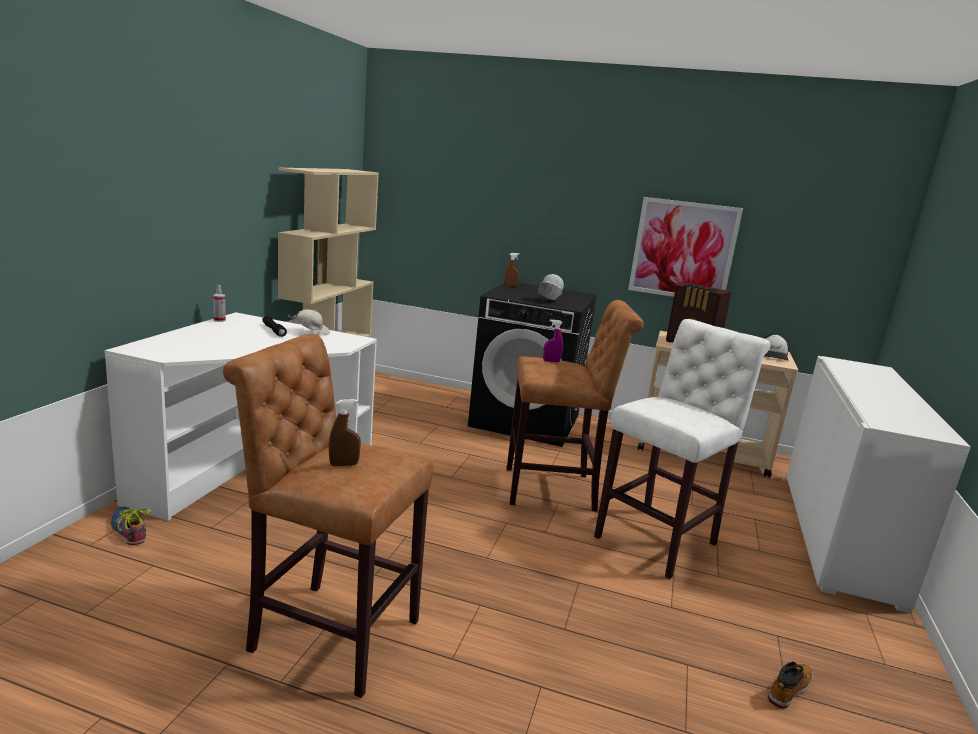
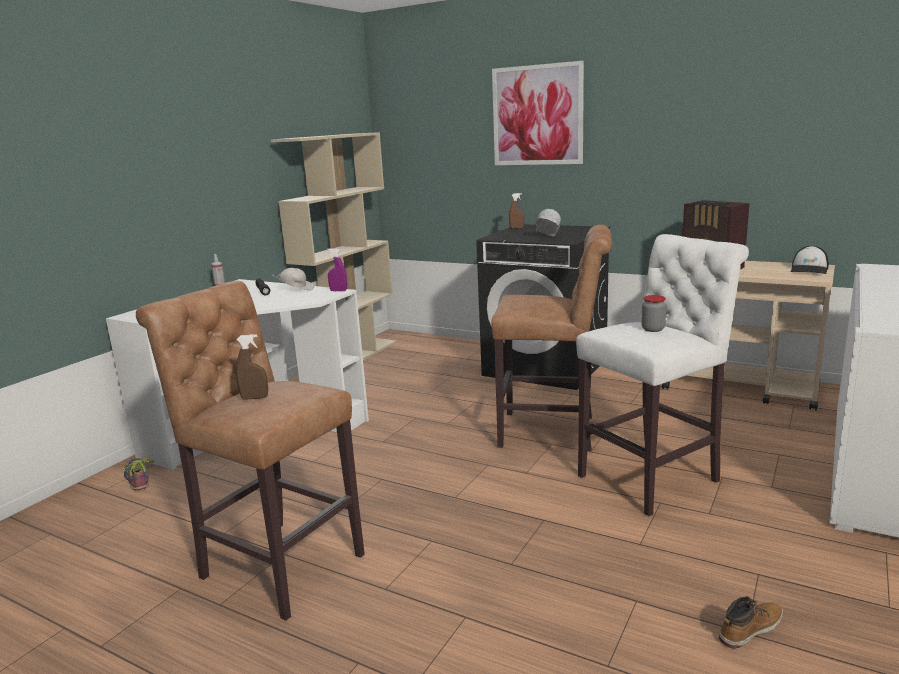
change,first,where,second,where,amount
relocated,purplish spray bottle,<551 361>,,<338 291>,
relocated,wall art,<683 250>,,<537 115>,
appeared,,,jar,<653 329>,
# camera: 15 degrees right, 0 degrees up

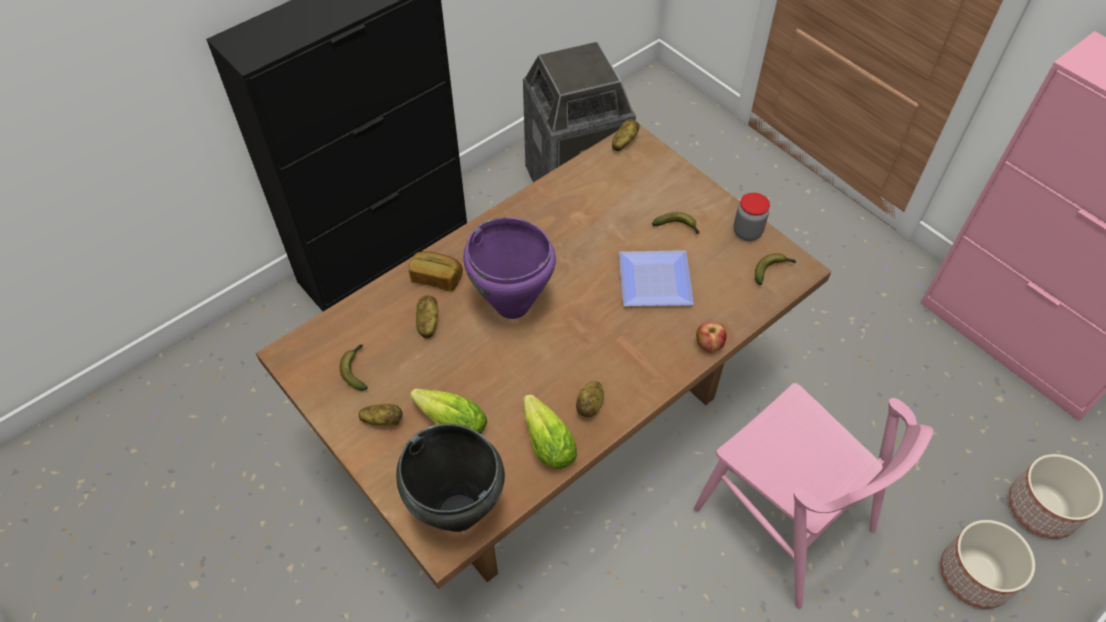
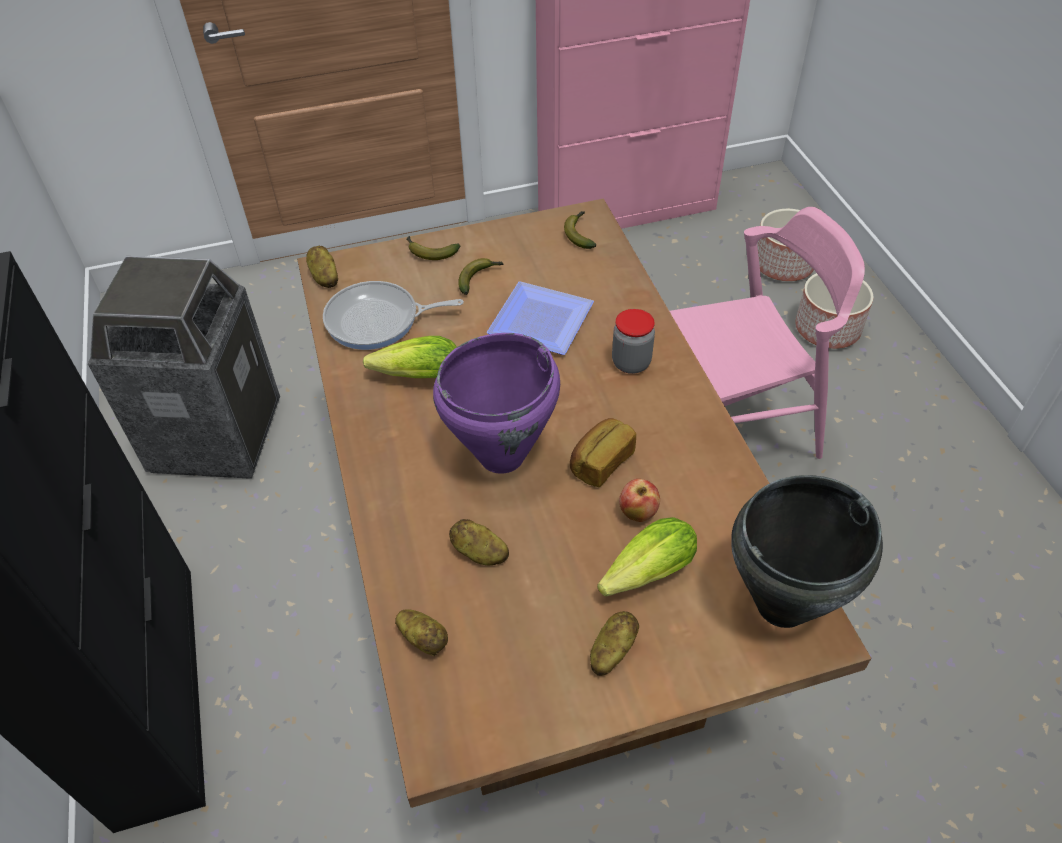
change,first,where,second,where,amount
appeared,,,pan,<378 321>,
relocated,lettuce,<546 439>,,<413 376>,
relocated,whole potato,<590 405>,,<424 638>,
relocated,whole banana,<356 369>,,<429 252>,
relocated,bread,<437 277>,,<600 462>,
relocated,jar,<747 232>,,<631 363>,
relocated,whole apple,<709 345>,,<637 513>,
# camera: 65 degrees left, 5 degrees down

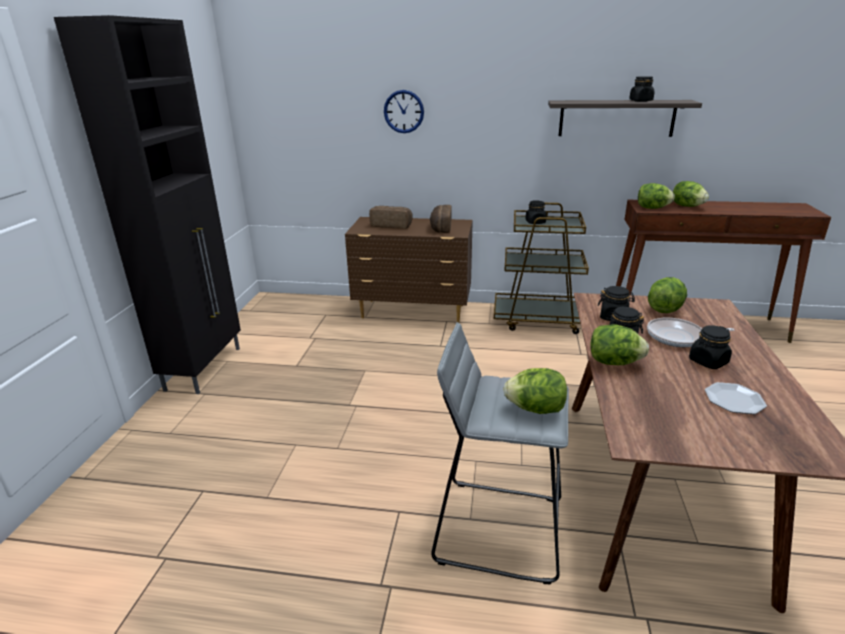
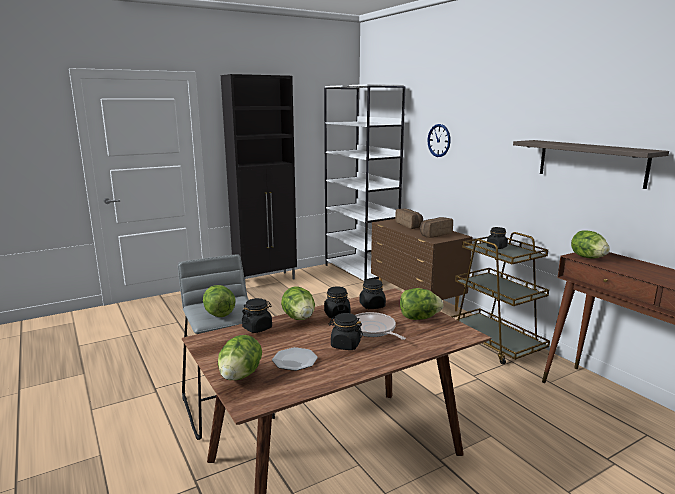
change,first,where,second,where,amount
relocated,lettuce,<687 206>,,<240 376>,
relocated,black-coloured jar,<640 101>,,<257 328>,
appeared,,,white-coloured bookcase,<360 272>,
# camera: 50 degrees right, 10 degrees down

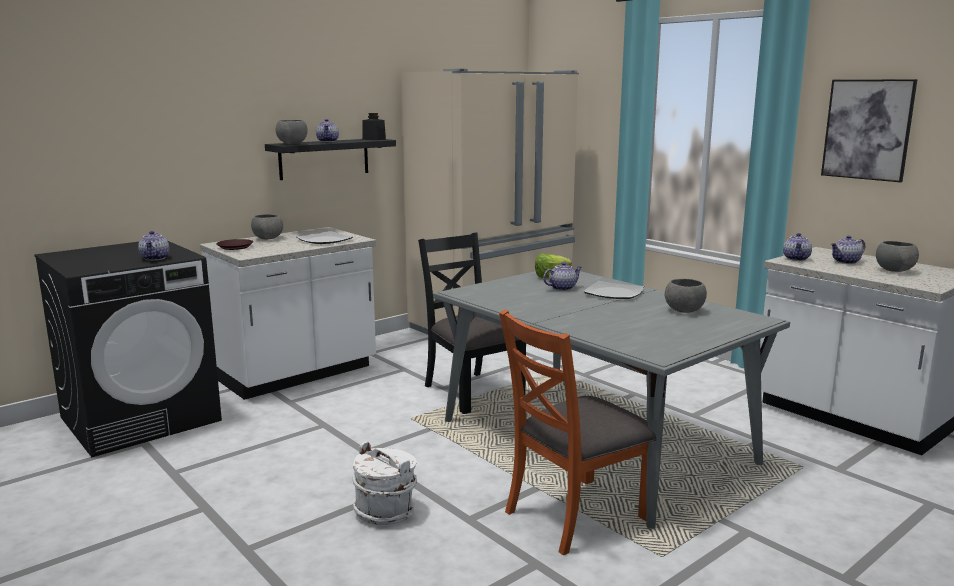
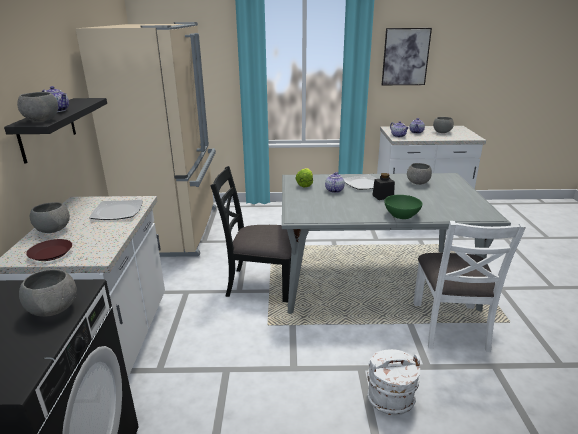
change,first,where,second,where,amount
exchanged,pot for tea,<155 258>,gray bowl,<53 309>,
relocated,black-coloured jar,<374 139>,,<383 196>,
appeared,,,green-coloured bowl,<402 215>,
colour,orange plain chair,<576 514>,white-coloured plain chair,<450 326>,
# camera: 50 degrees left, 10 degrees up

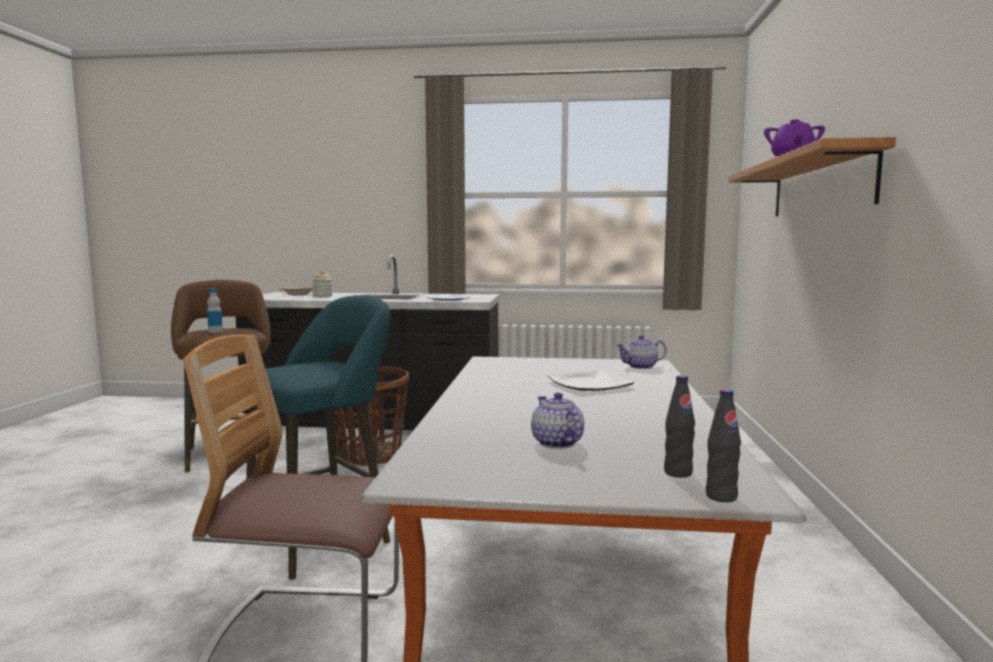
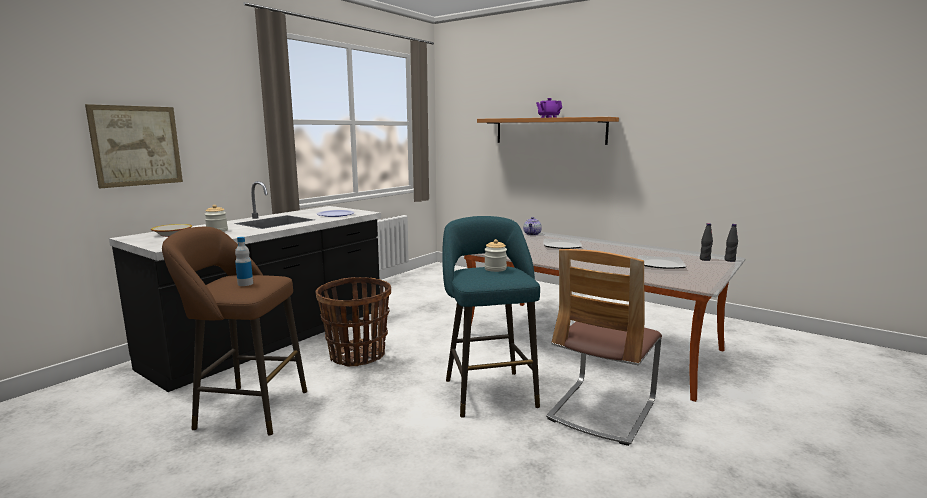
change,first,where,second,where,amount
appeared,,,wall art,<136 146>,
appeared,,,jar,<495 269>,
exchanged,pot for tea,<556 443>,flat dish,<661 264>,
# camera: 60 degrees left, 5 degrees up

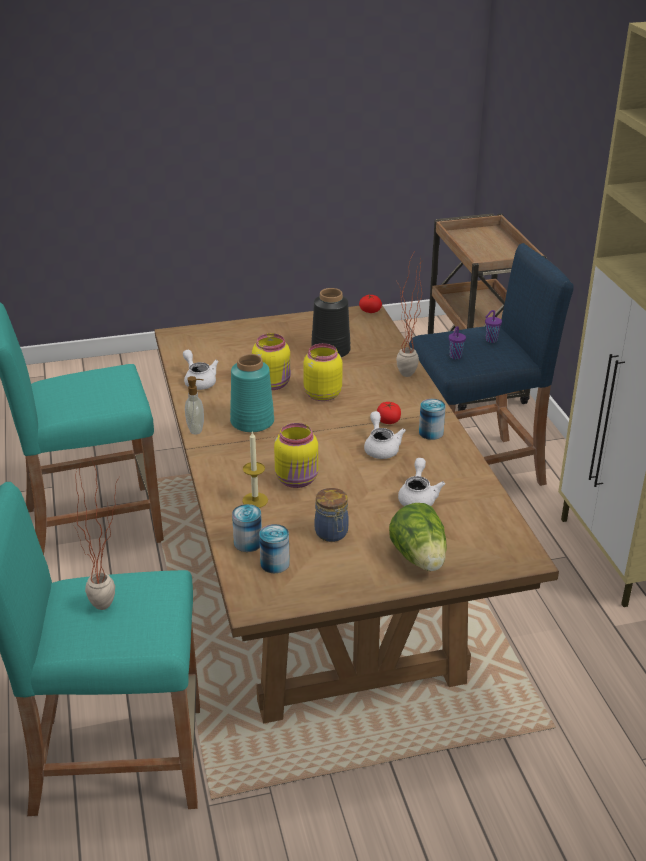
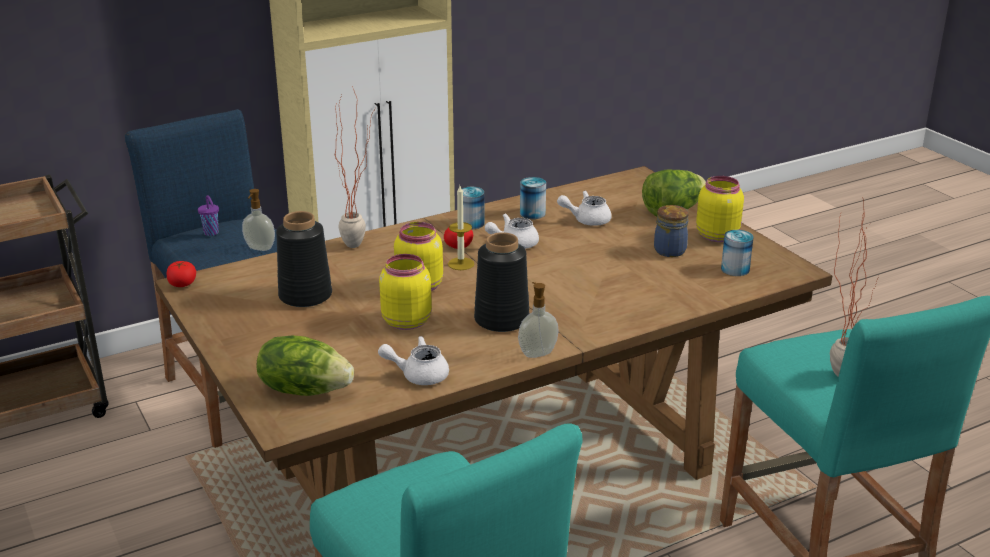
change,first,where,second,where,amount
exchanged,purplish small cup,<455 357>,liquid soap bottle,<259 248>,
appeared,,,lettuce,<304 389>,
spun,white-coloured pot for tea,<199 381>,,<418 375>,45 degrees clockwise
relocated,wax candle,<255 500>,,<461 264>,
colour,turquoise-coloured flower vase,<252 422>,black-coloured flower vase,<502 319>,
relocated,metal can,<248 543>,,<532 213>,
relocated,yellow jar,<298 480>,,<717 235>,
# camera: 105 degrees left, 5 degrees down

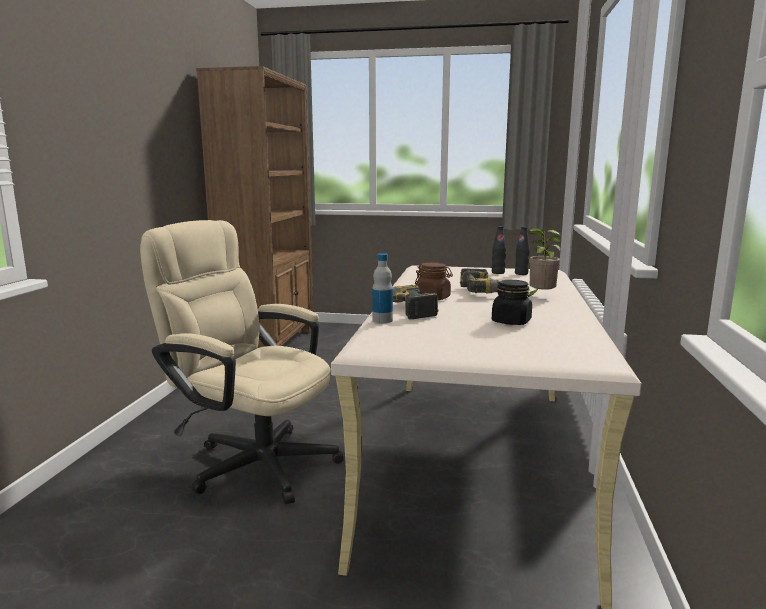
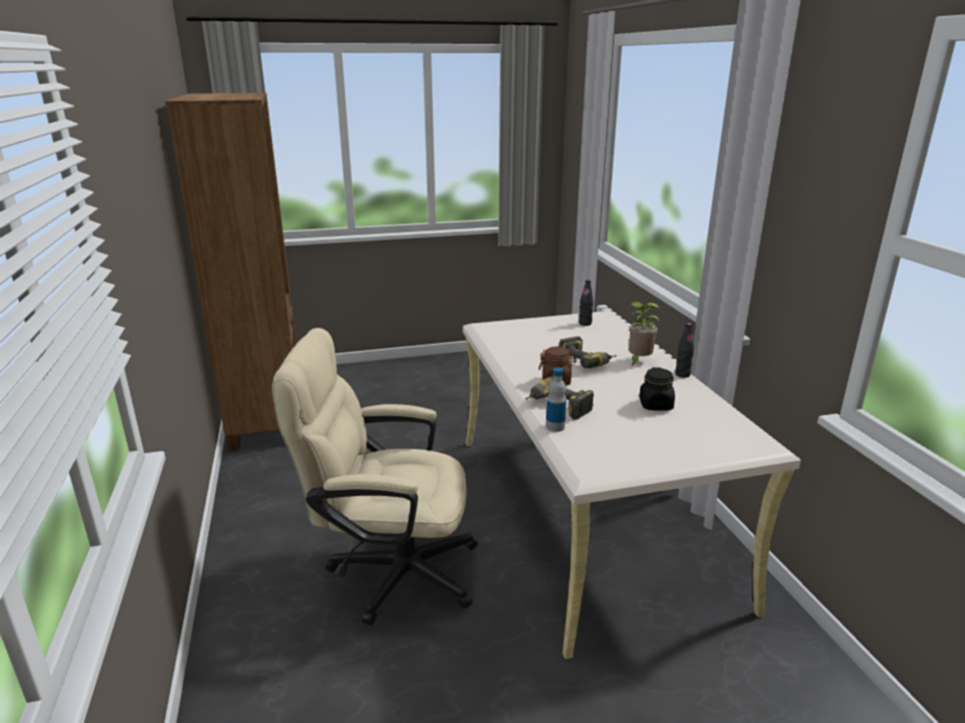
change,first,where,second,where,amount
relocated,black-coloured beverage bottle,<498 273>,,<682 374>,
# camera: 25 degrees left, 10 degrees up

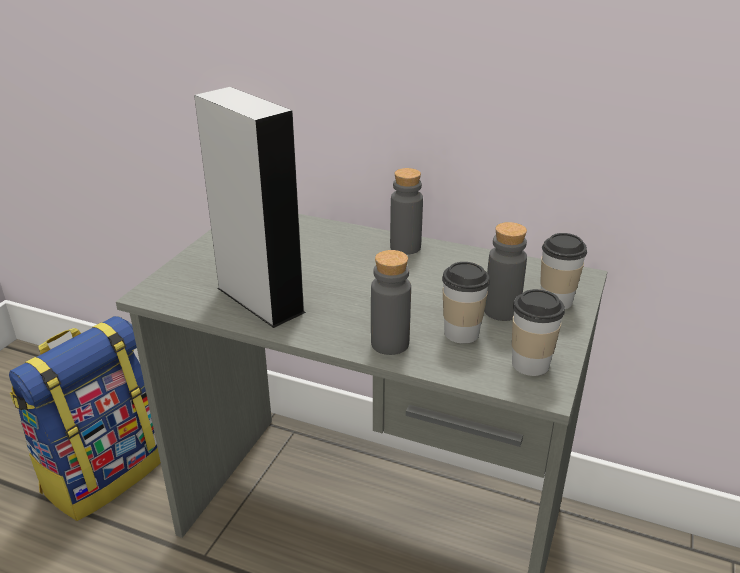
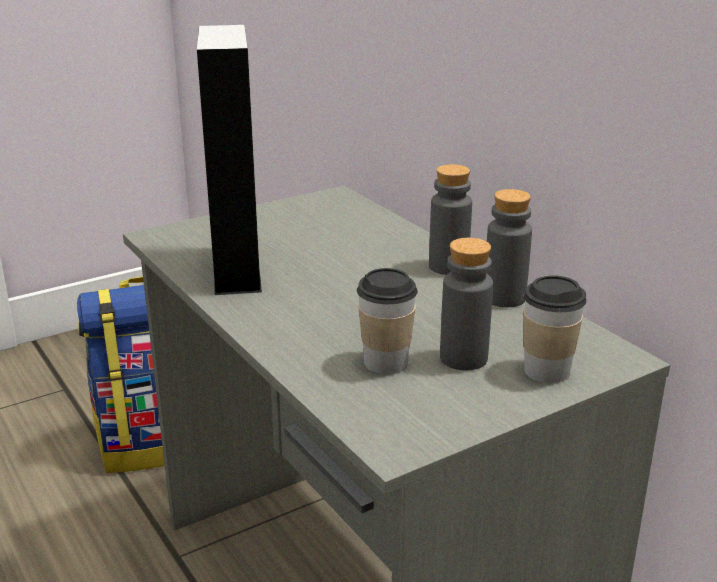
change,first,where,second,where,amount
relocated,gray beverage bottle,<390 343>,,<504 298>,
missing,small cup,<530 364>,,,
# camera: 35 degrees right, 5 degrees down

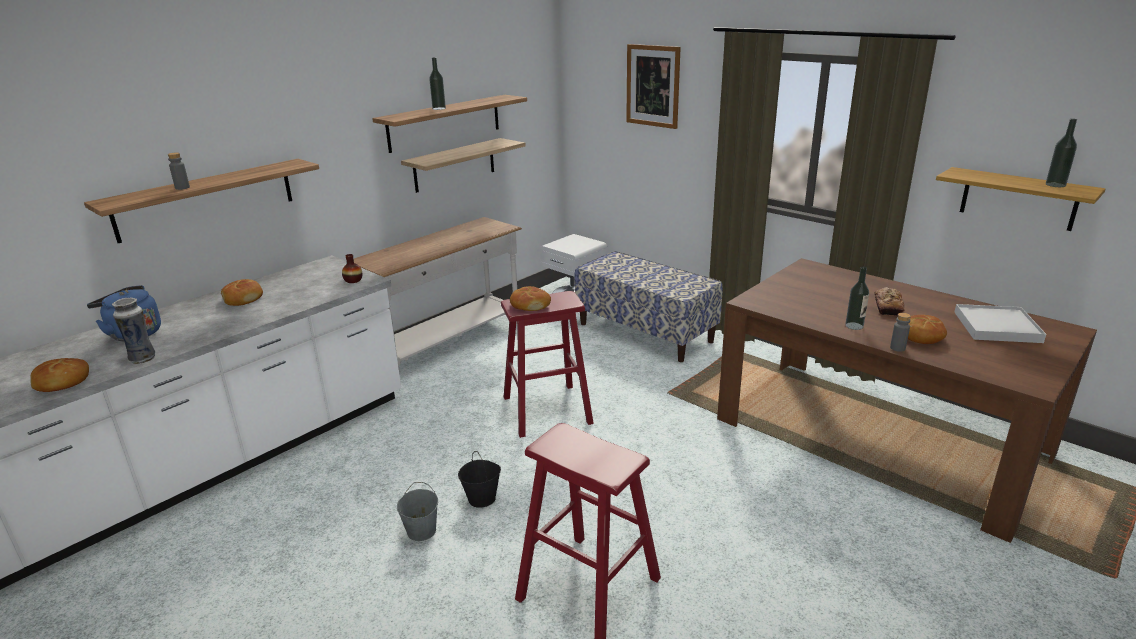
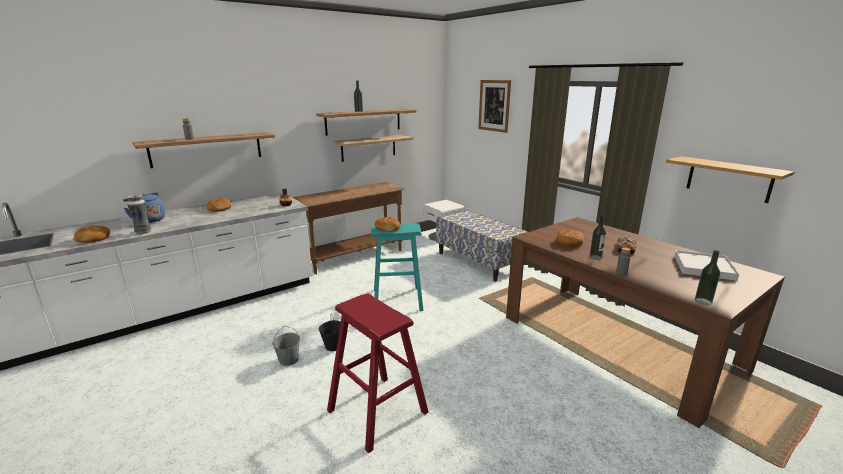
change,first,where,second,where,amount
colour,white-coloured narrow table,<449 345>,brown narrow table,<354 257>,
colour,red-coloured stool seat,<547 410>,turquoise-coloured stool seat,<397 299>,
relocated,bread,<920 336>,,<569 242>,
relocated,beverage bottle,<1055 185>,,<703 301>,
# camera: 10 degrees right, 5 degrees down

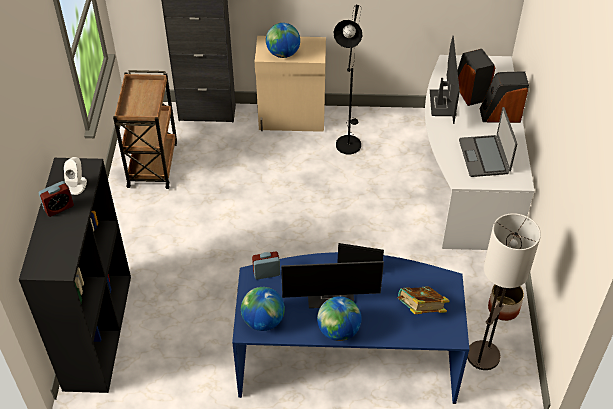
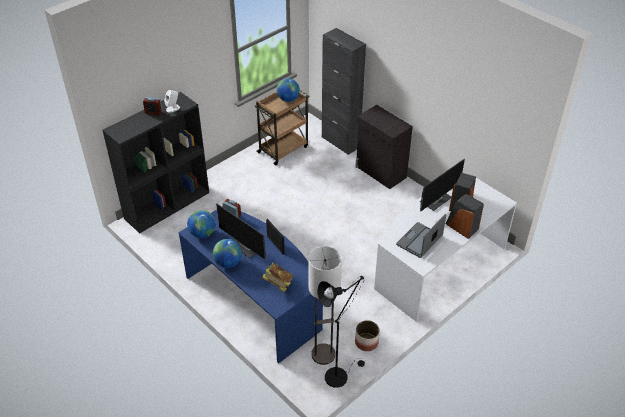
change,first,where,second,where,amount
relocated,globe,<283 54>,,<288 99>,
relocated,black-coloured floor lamp,<348 141>,,<339 374>,
colour,sand-coloured storage cabinet,<292 119>,black-coloured storage cabinet,<380 172>,
# camera: 45 degrees right, 5 degrees down

